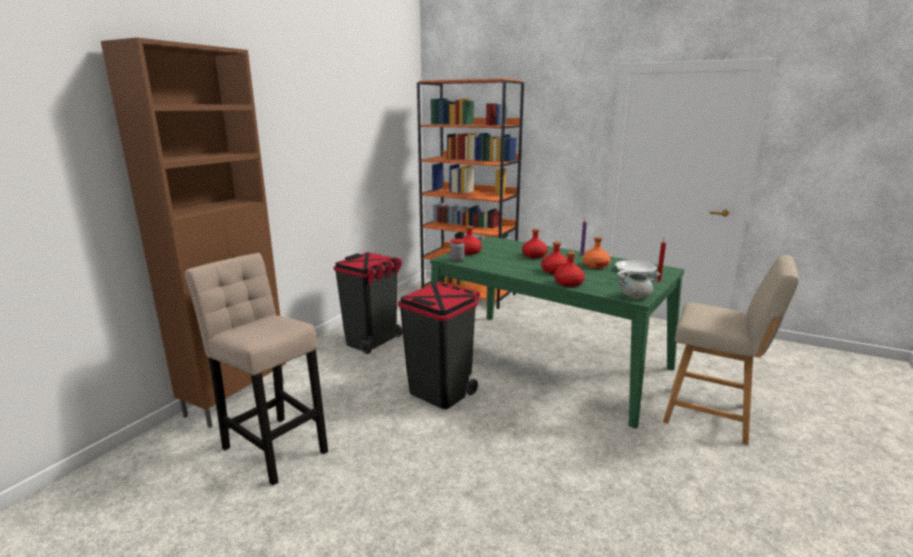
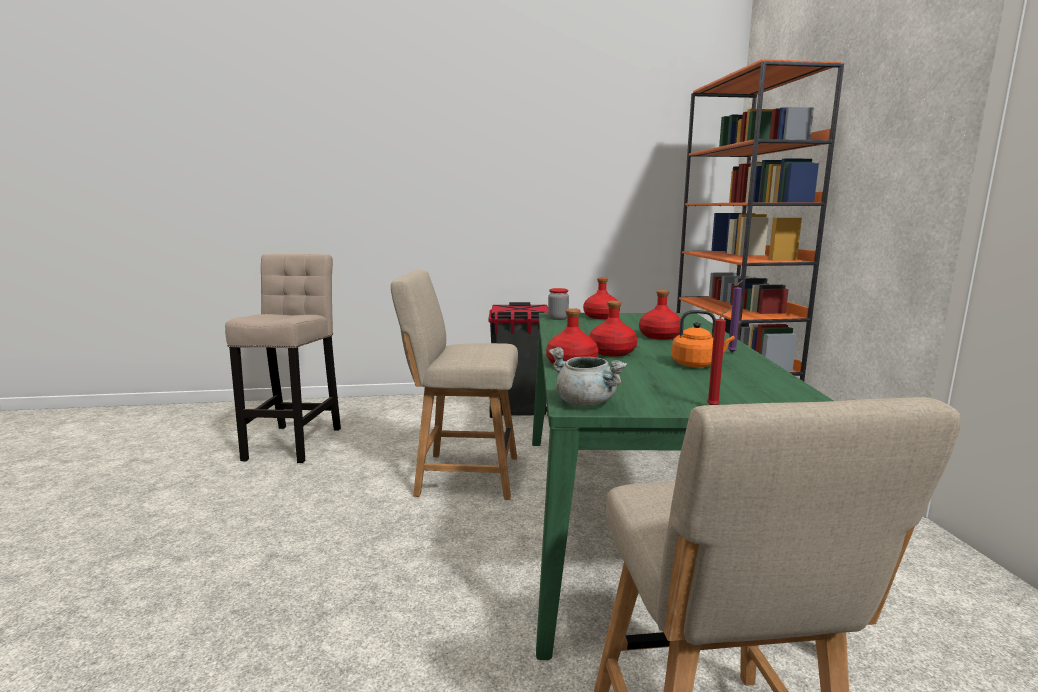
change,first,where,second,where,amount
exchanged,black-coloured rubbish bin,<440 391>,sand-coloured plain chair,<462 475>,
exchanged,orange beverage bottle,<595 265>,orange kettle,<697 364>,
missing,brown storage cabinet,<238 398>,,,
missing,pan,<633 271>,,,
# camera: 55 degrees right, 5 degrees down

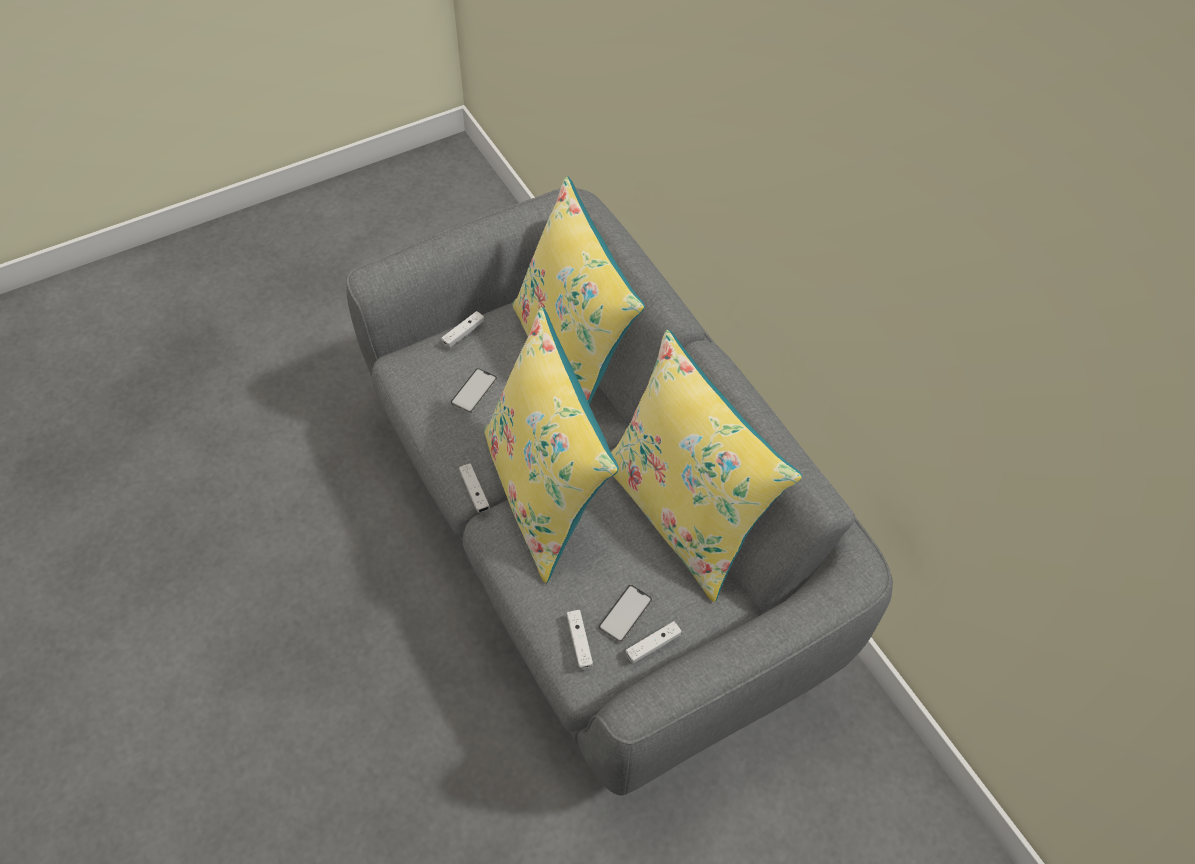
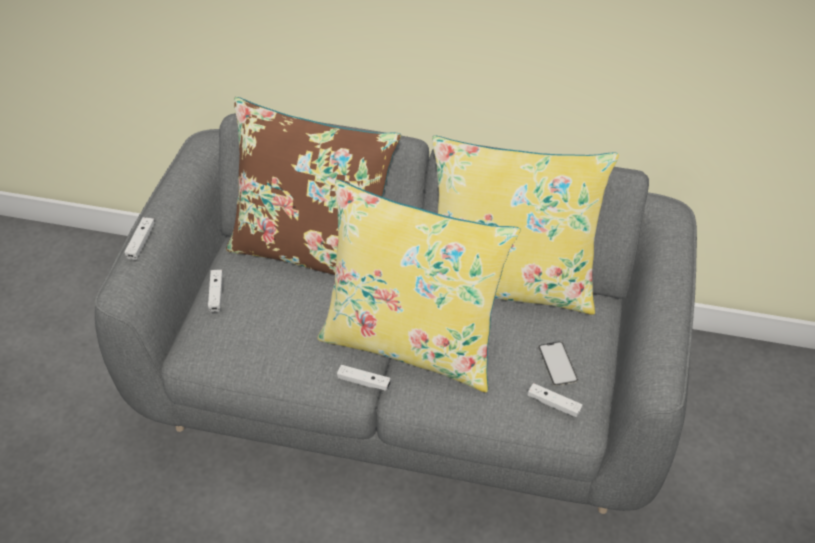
change,first,where,second,where,amount
relocated,white-coloured gamepad,<653 645>,,<141 242>,
colour,yellow cushion,<571 356>,brown cushion,<314 251>,
missing,handset,<474 390>,,,
# camera: 45 degrees left, 10 degrees down

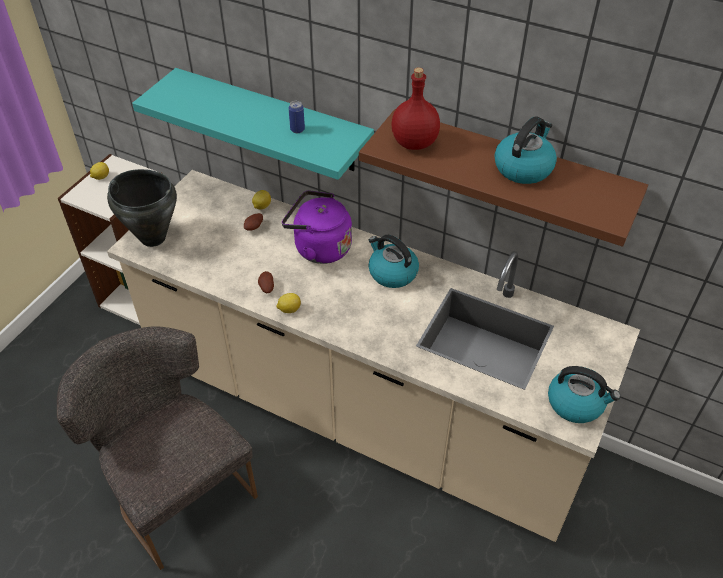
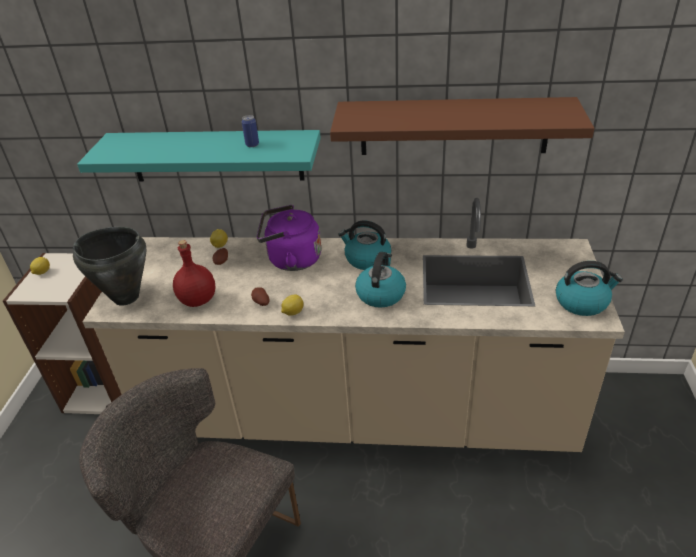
change,first,where,second,where,amount
relocated,red-coloured beverage bottle,<413 143>,,<197 300>,
relocated,kettle,<523 168>,,<380 294>,
# camera: 20 degrees left, 10 degrees down

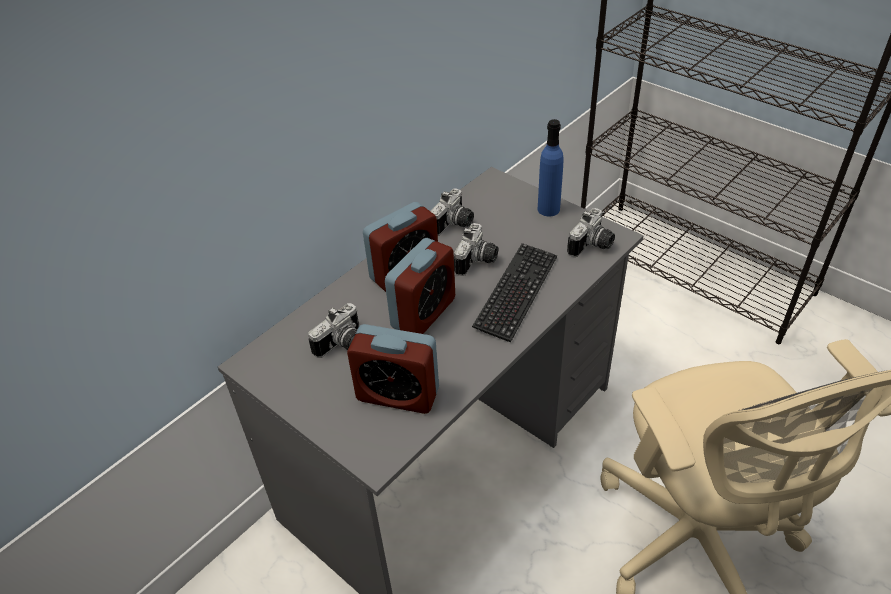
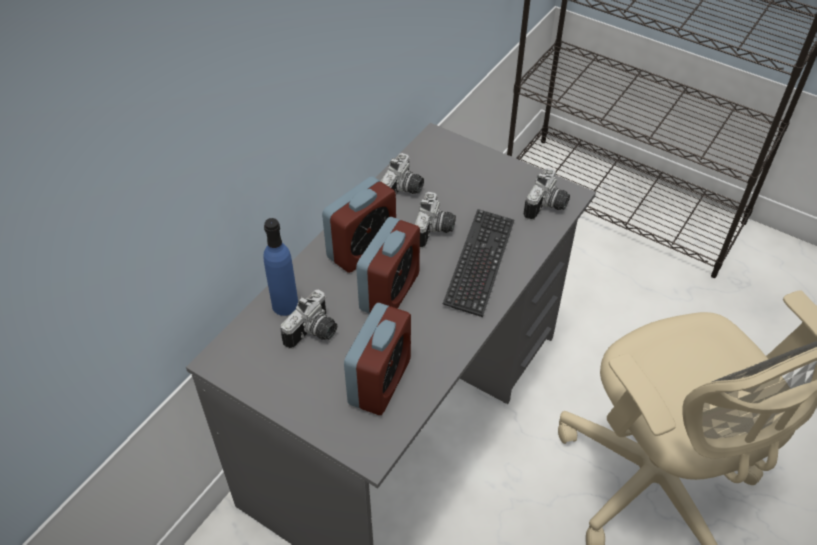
change,first,where,second,where,amount
relocated,bluish beverage bottle,<548 209>,,<285 305>,
spun,bedside clock,<398 394>,,<380 381>,75 degrees counterclockwise
# camera: 10 degrees left, 5 degrees up

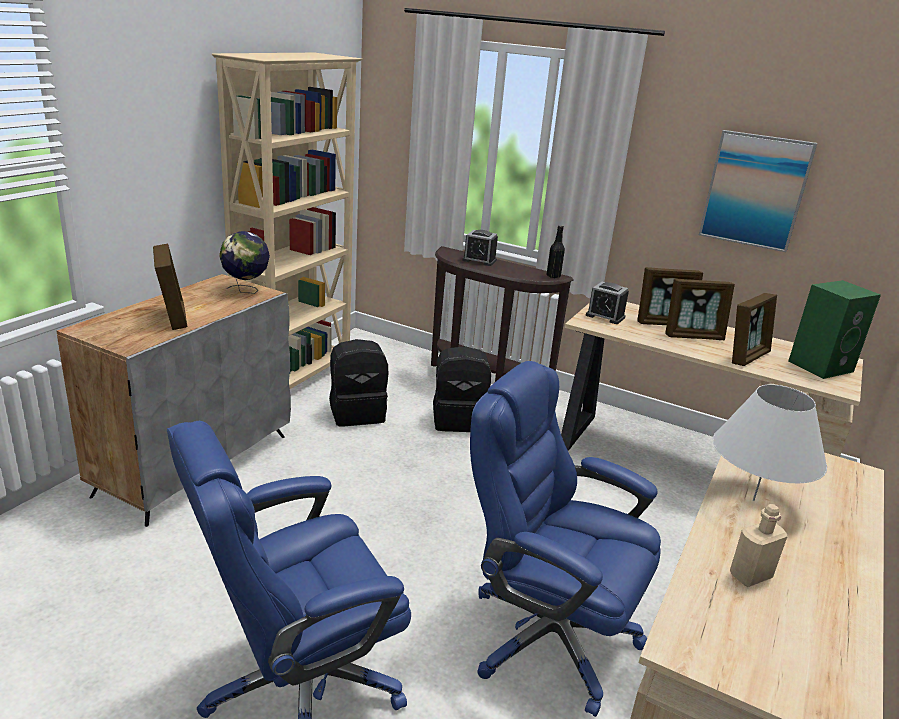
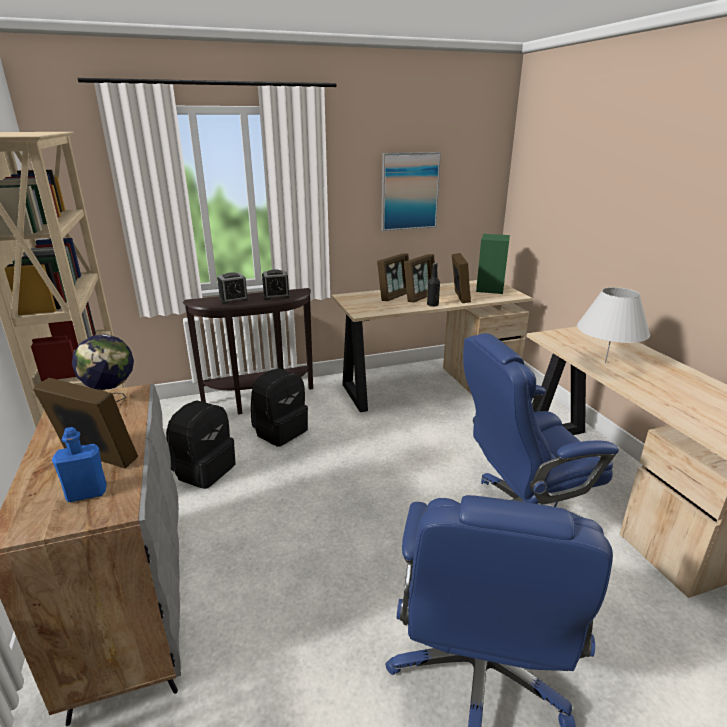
change,first,where,second,where,amount
appeared,,,bluish beverage bottle,<87 493>,
relocated,bedside clock,<605 316>,,<276 296>,
relocated,black-coloured beverage bottle,<553 276>,,<432 305>,
missing,sand-coloured beverage bottle,<750 576>,,,
# camera: 45 degrees left, 0 degrees up

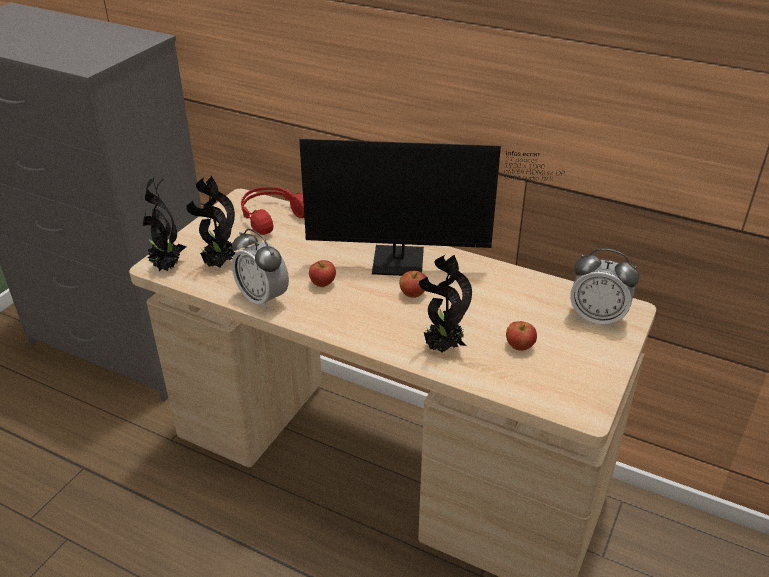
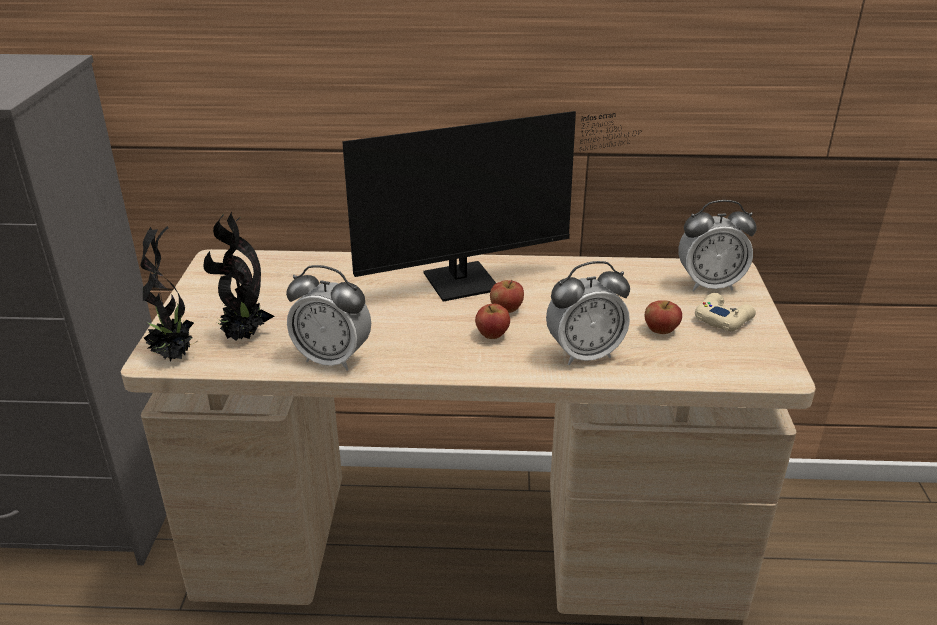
change,first,where,second,where,amount
relocated,whole apple,<323 284>,,<492 335>,
exchanged,potted plant,<442 348>,bedside clock,<584 354>,
appeared,,,sand-coloured gamepad,<723 318>,
missing,red-coloured headset,<271 216>,,,
# camera: 25 degrees left, 5 degrees down

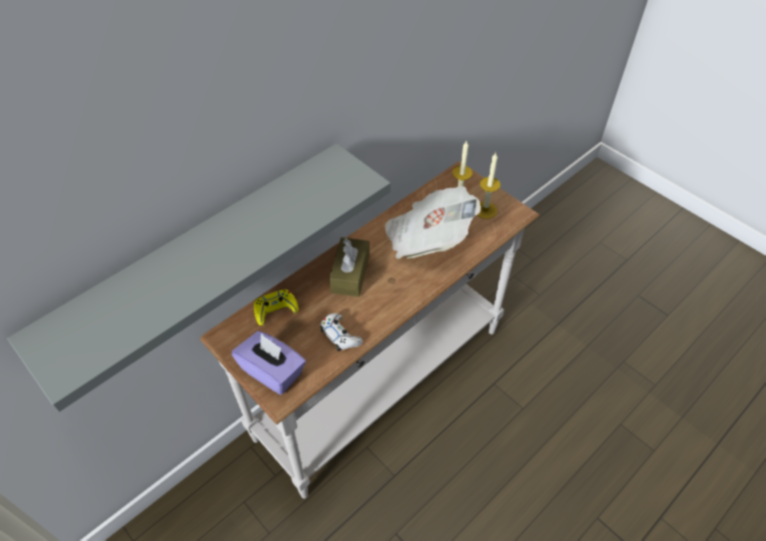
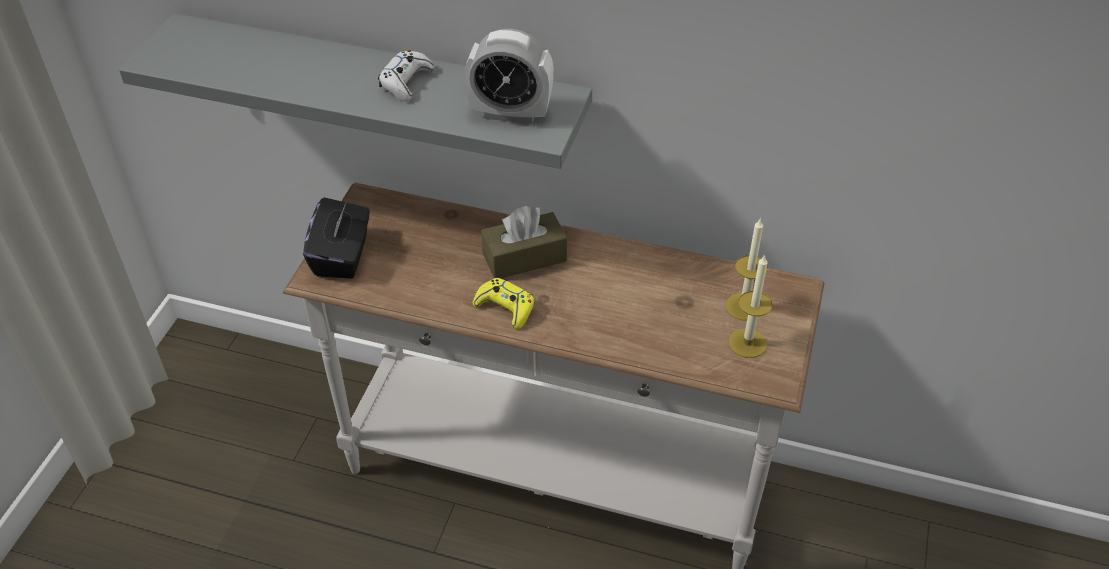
change,first,where,second,where,amount
colour,purplish tissue holder,<273 371>,black-coloured tissue holder,<342 256>,
relocated,white-coloured gamepad,<340 335>,,<406 82>,
appeared,,,bedside clock,<510 113>,
relocated,yellow gamepad,<275 310>,,<505 308>,
missing,printed paper,<427 238>,,,
# camera: 60 degrees right, 5 degrees down

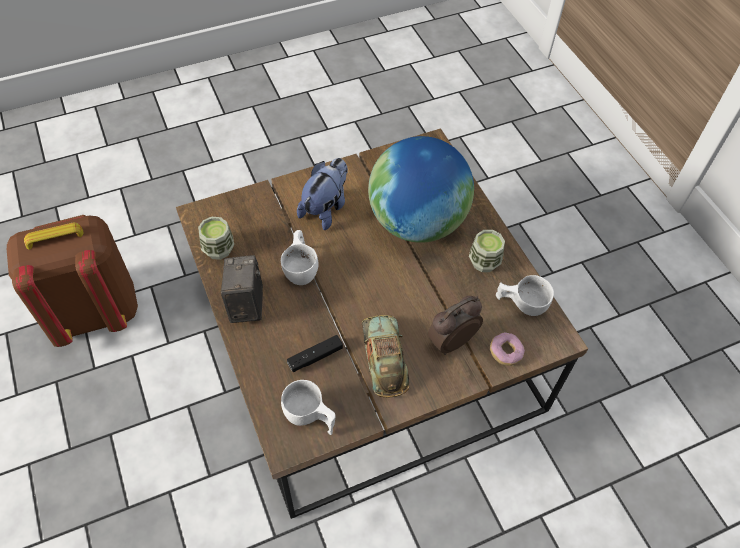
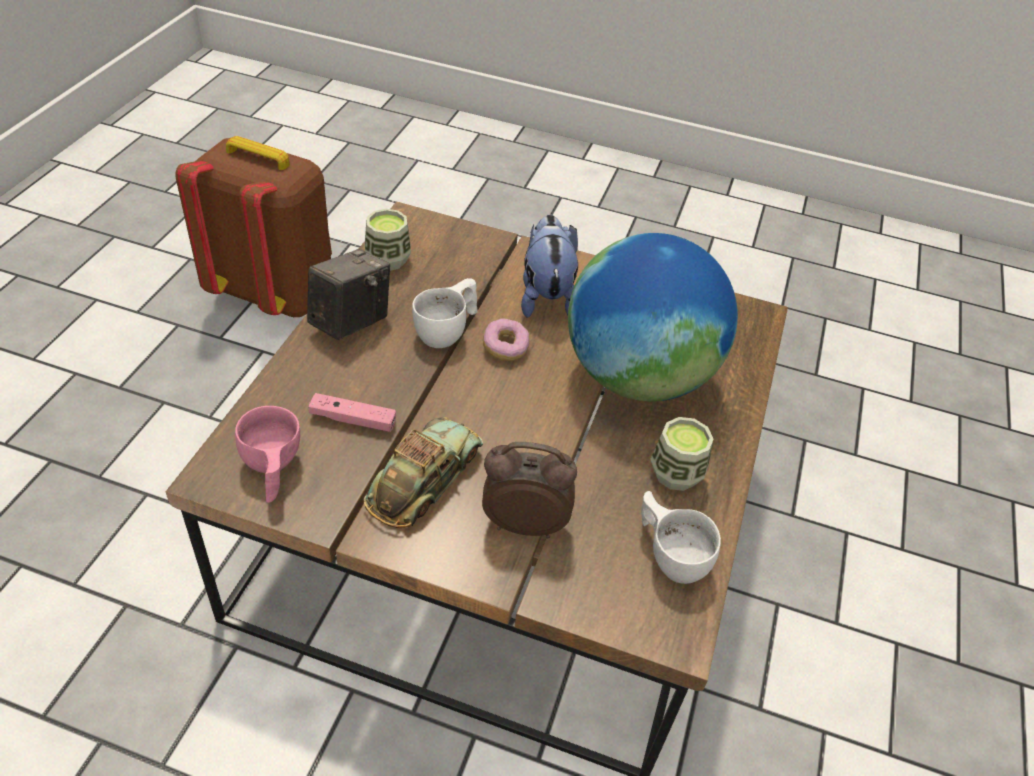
change,first,where,second,where,amount
colour,white-coloured small cup,<309 417>,pink small cup,<271 470>,
colour,black-coloured gamepad,<315 357>,pink gamepad,<353 420>,
relocated,donut,<505 353>,,<505 348>,
spun,plush toy,<326 208>,,<546 296>,75 degrees counterclockwise
# camera: 40 degrees right, 10 degrees down

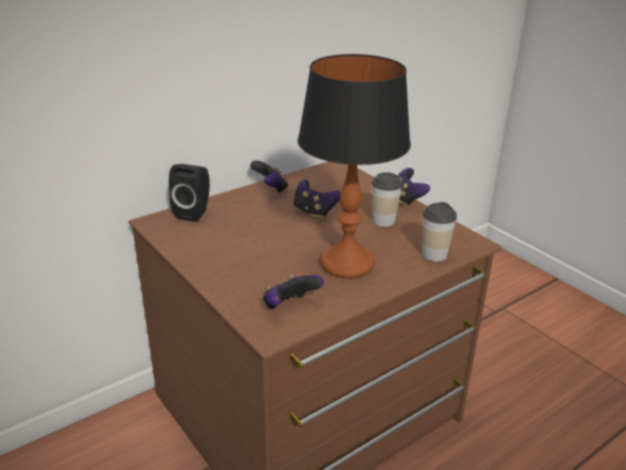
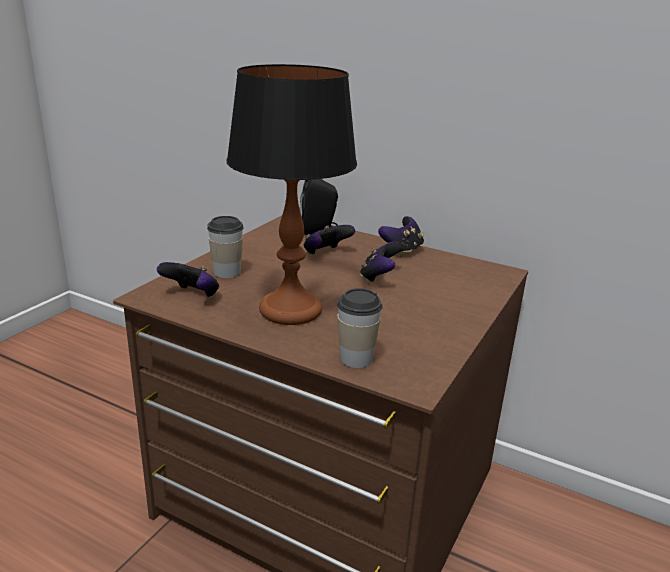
change,first,where,second,where,amount
relocated,small cup,<383 221>,,<227 272>,
relocated,gamepad,<406 200>,,<326 254>,
# camera: 65 degrees right, 5 degrees down

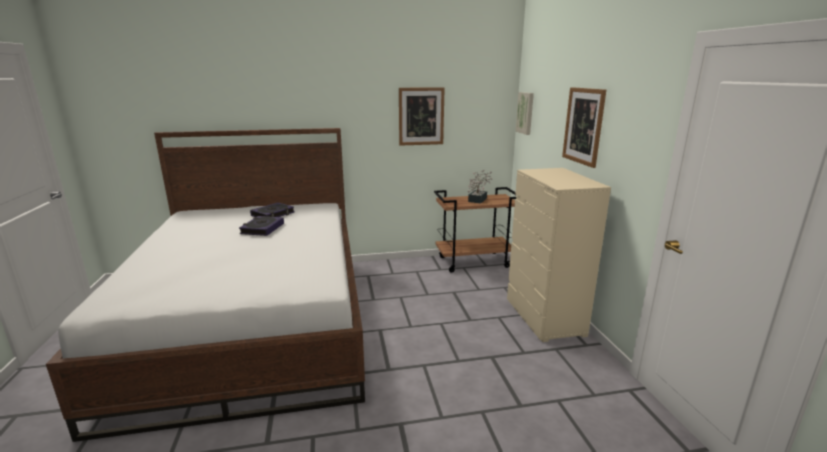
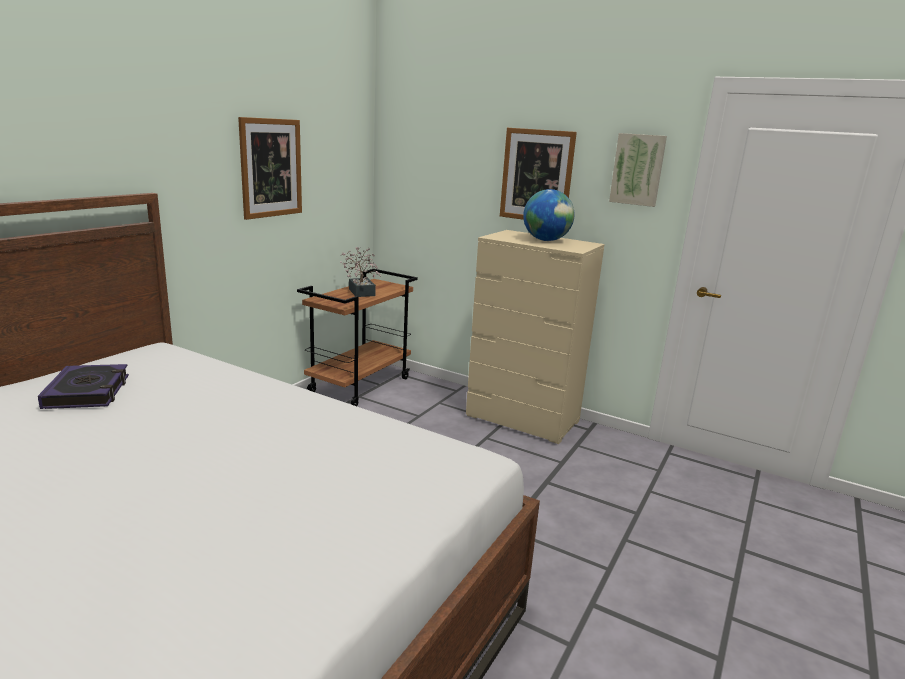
change,first,where,second,where,amount
appeared,,,globe,<546 240>,
relocated,wall art,<526 113>,,<637 169>,
missing,volume,<262 229>,,,
# camera: 50 degrees left, 0 degrees up

